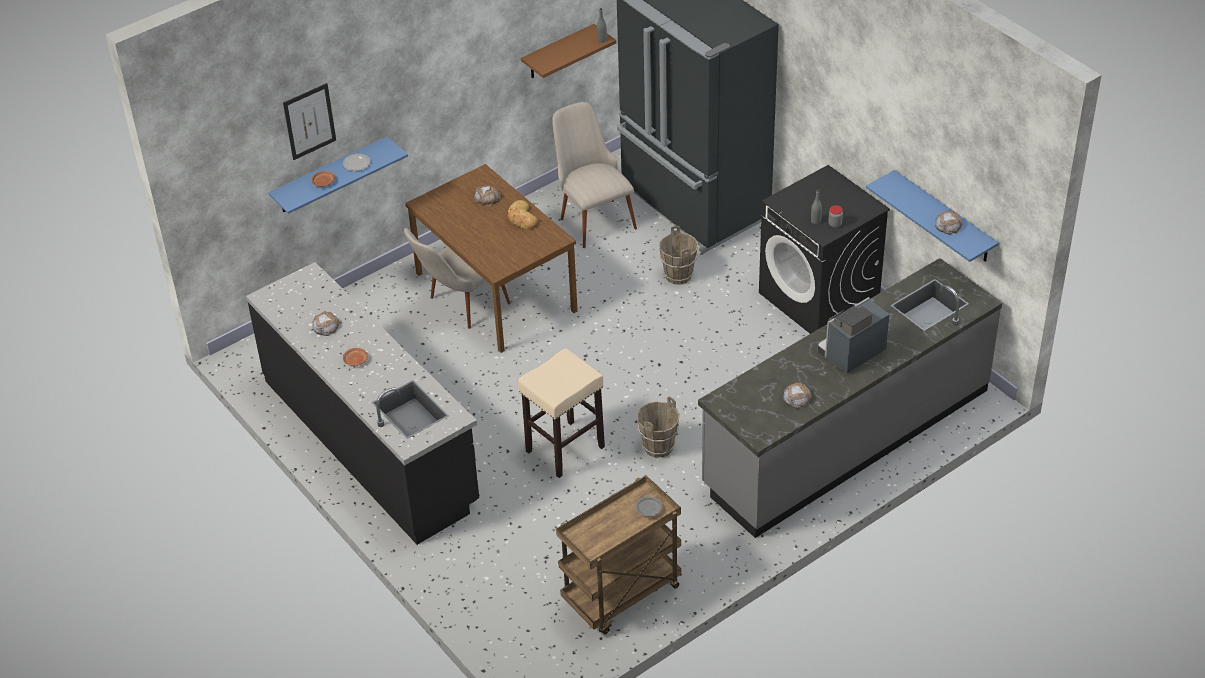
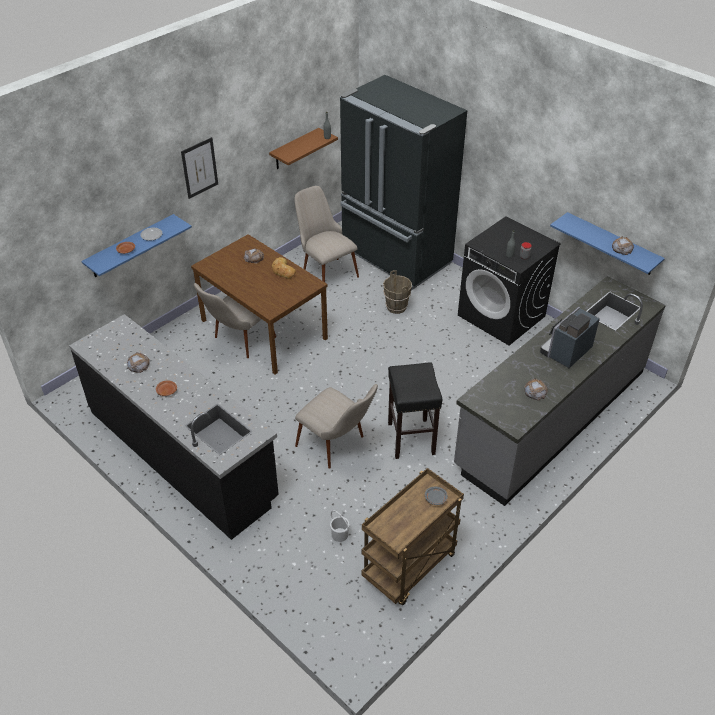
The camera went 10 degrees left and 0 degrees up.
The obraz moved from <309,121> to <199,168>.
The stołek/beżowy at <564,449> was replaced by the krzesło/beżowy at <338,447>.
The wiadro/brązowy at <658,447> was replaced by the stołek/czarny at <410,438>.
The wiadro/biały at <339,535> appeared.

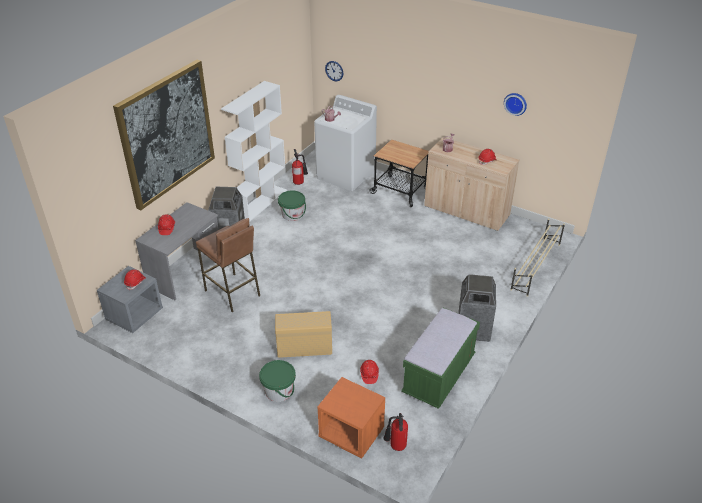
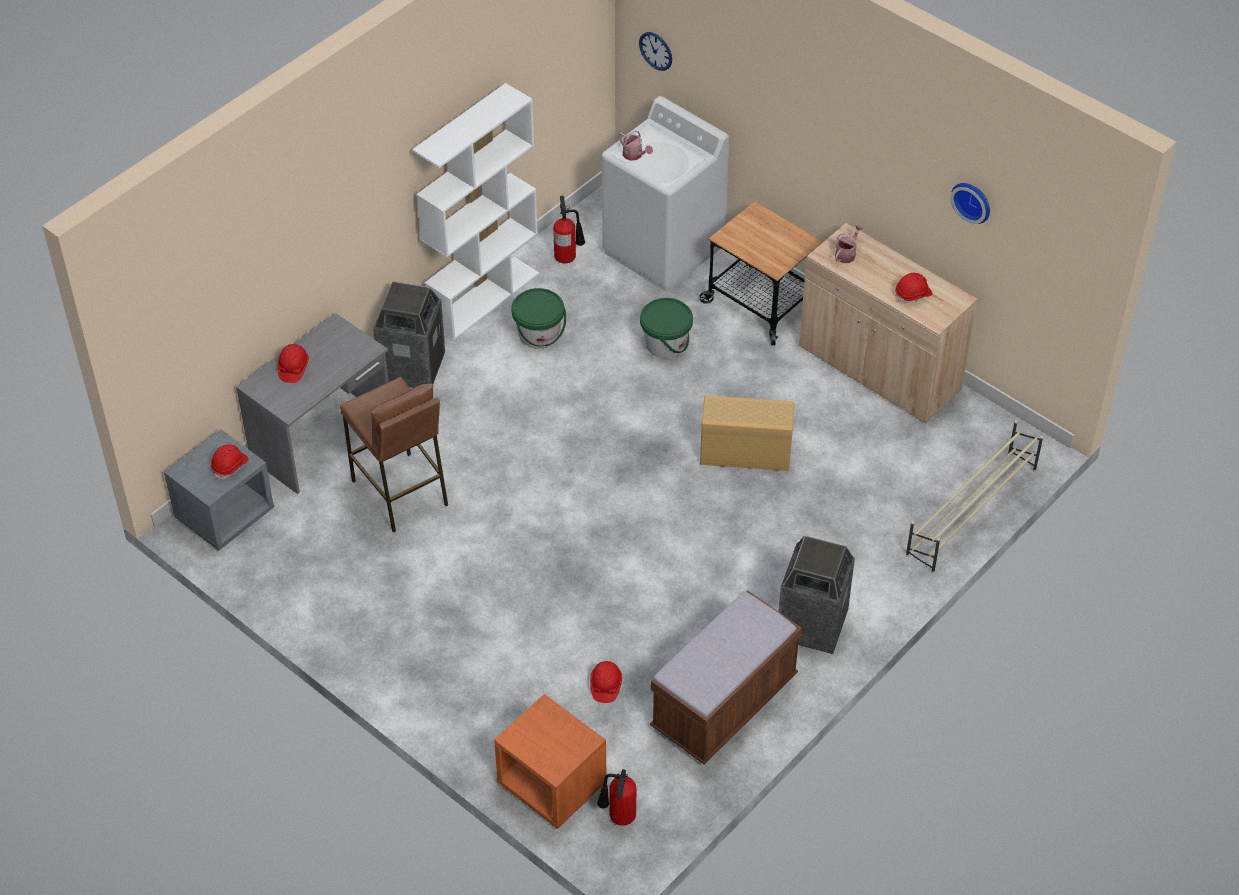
The camera went 10 degrees right and 10 degrees up.
The obraz at <166,133> disappeared.
The wiadro/zielony moved from <279,391> to <666,344>.
The pojemnik do przechowywania/beżowy moved from <303,348> to <743,454>.
The ławka/zielony at <438,375> became the ławka/brązowy at <724,704>.

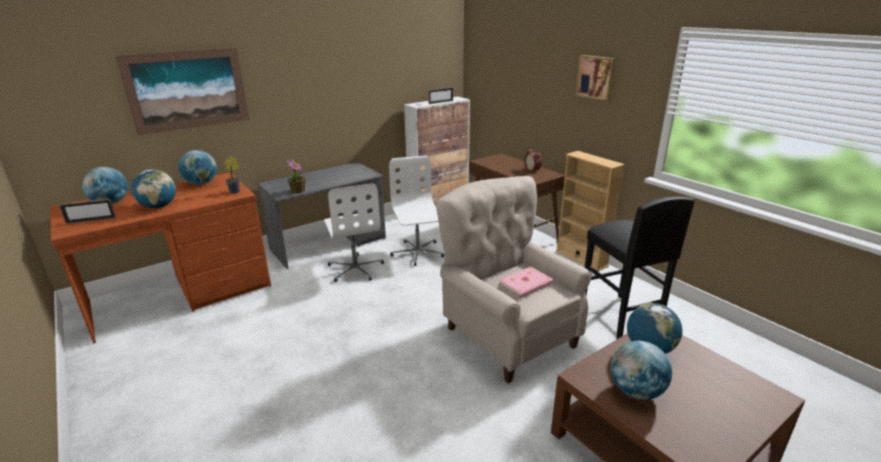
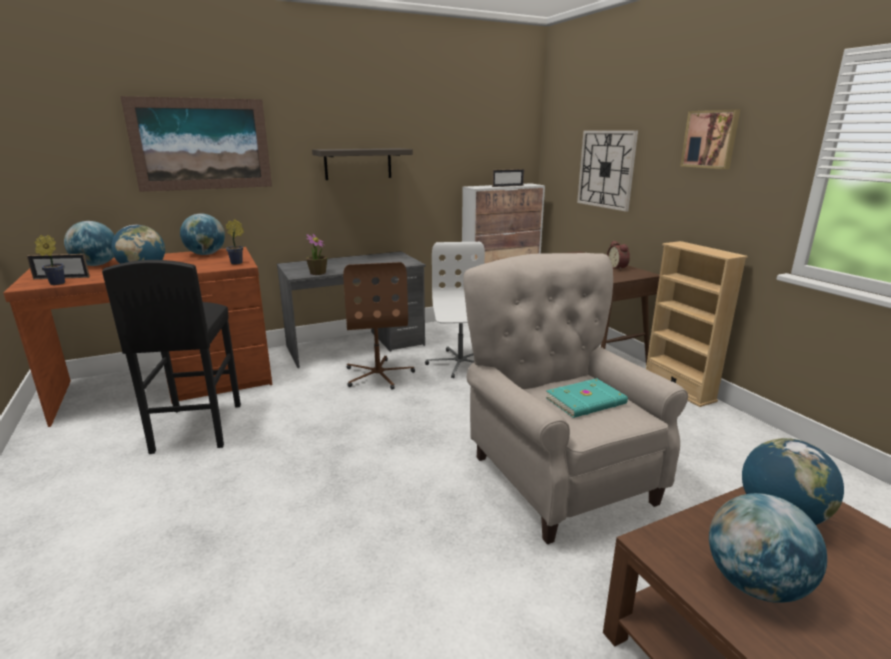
The camera went 10 degrees right and 5 degrees down.
The krzesło biurowe/biały at <355,268> became the krzesło biurowe/brązowy at <378,375>.
The książka/różowy at <526,284> became the książka/turkusowy at <587,401>.
The stołek/czarny moved from <619,317> to <197,428>.
The roślina doniczkowa at <55,284> appeared.
The półka at <358,164> appeared.
The zegar ścienny at <606,169> appeared.

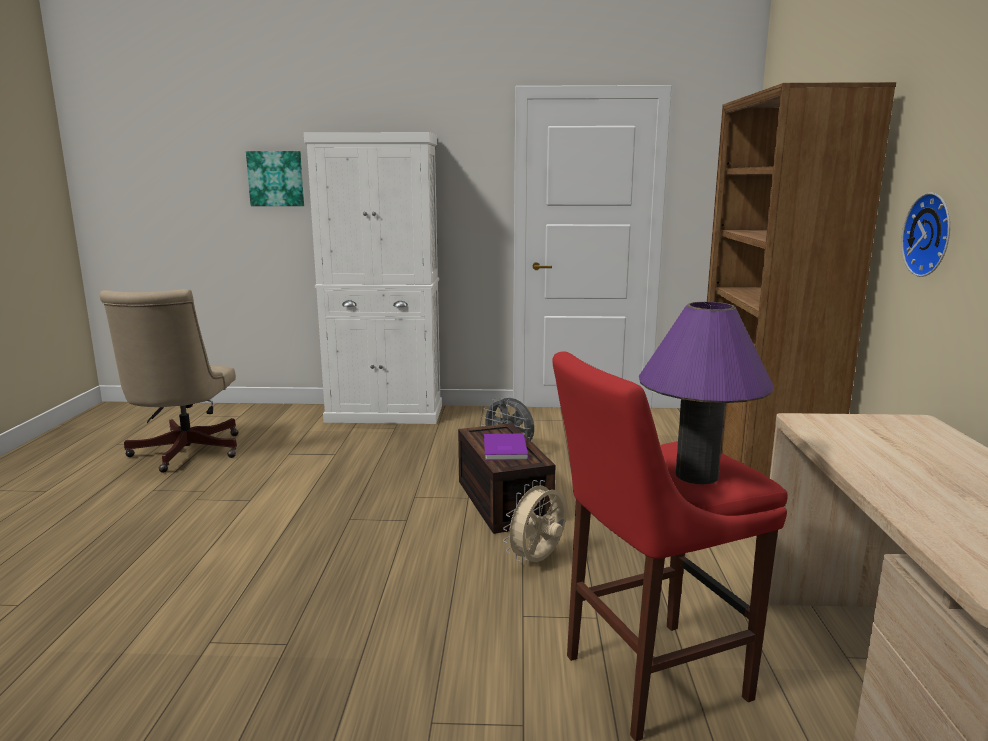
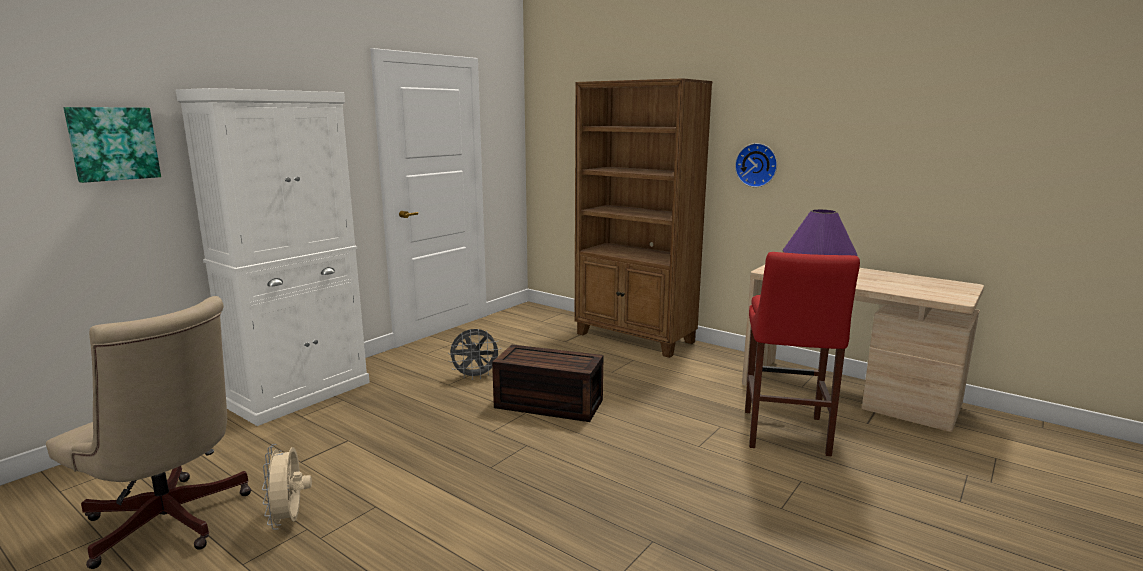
The camera went 55 degrees left and 0 degrees up.
The książka/fioletowy at <503,449> disappeared.
The wentylator/beżowy moved from <538,561> to <290,520>.

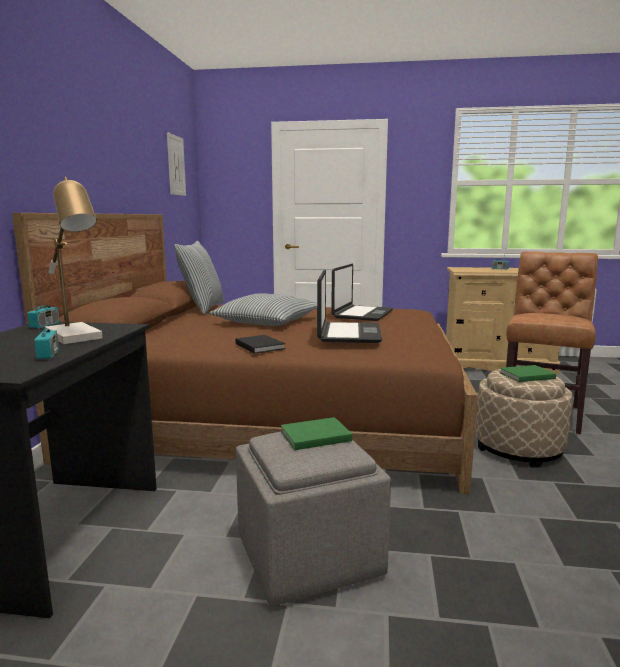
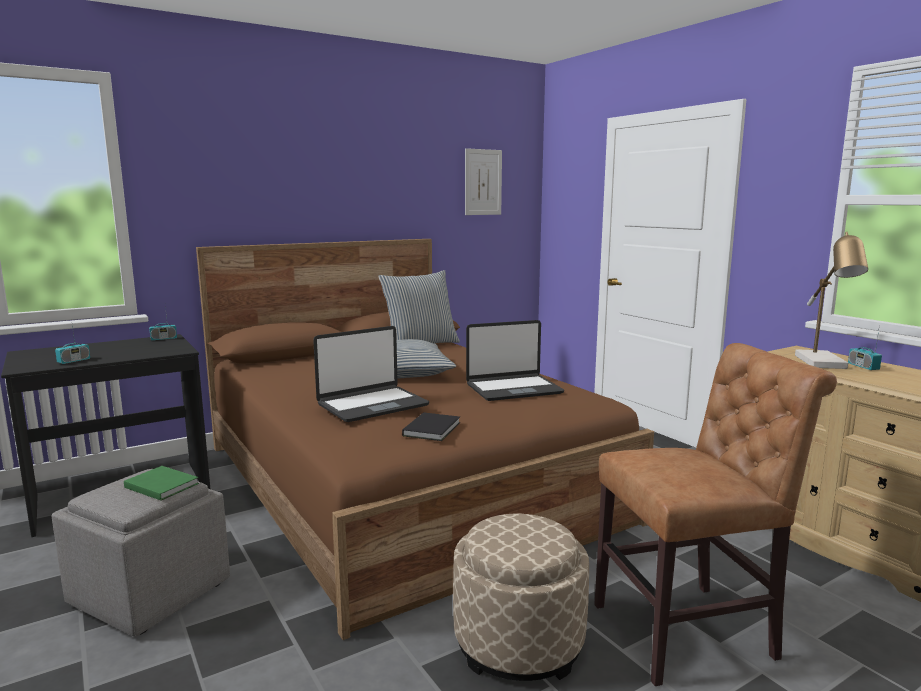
The camera went 50 degrees right and 0 degrees up.
The lampa stołowa moved from <78,337> to <824,364>.
The książka/czarny moved from <260,346> to <433,429>.
The książka/zielony at <525,375> disappeared.

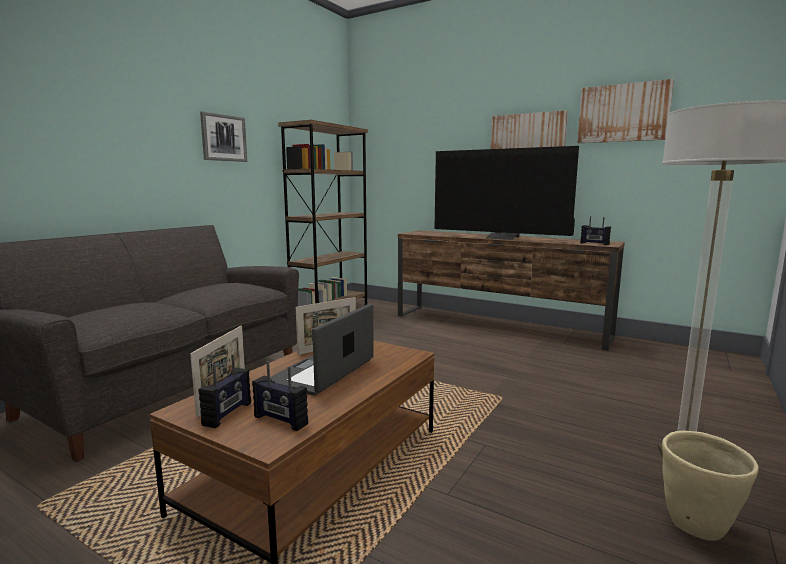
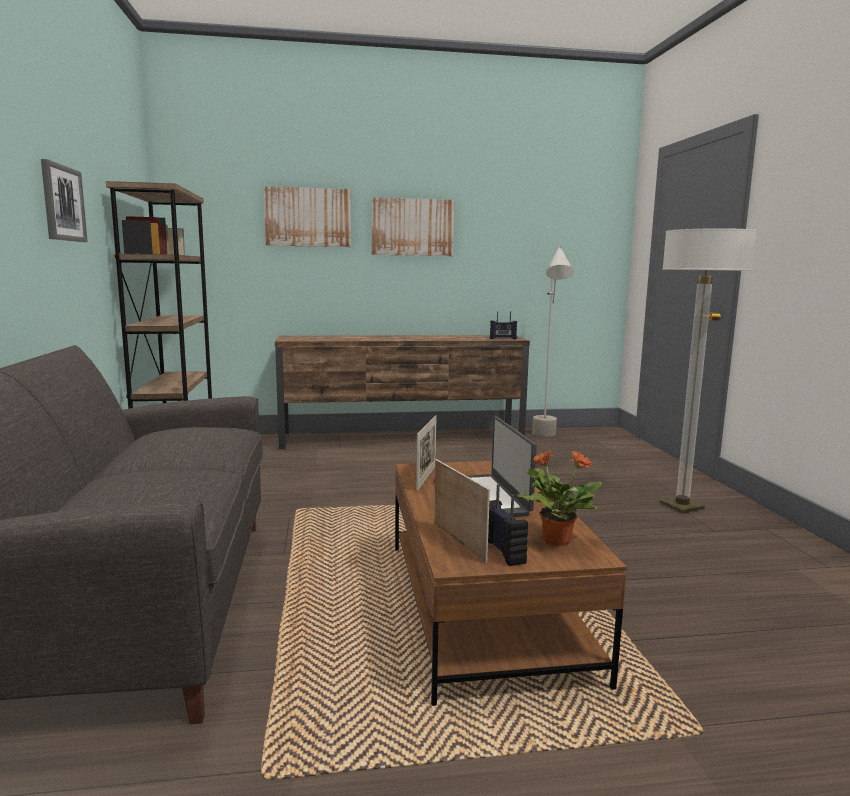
The camera went 40 degrees left and 0 degrees up.
The radio at <280,420> was replaced by the roślina doniczkowa at <555,540>.
The telewizor at <501,238> disappeared.
The obraz moved from <623,113> to <308,217>.
The donica/beżowy at <697,526> disappeared.
The lampa stojąca/szary at <546,438> appeared.

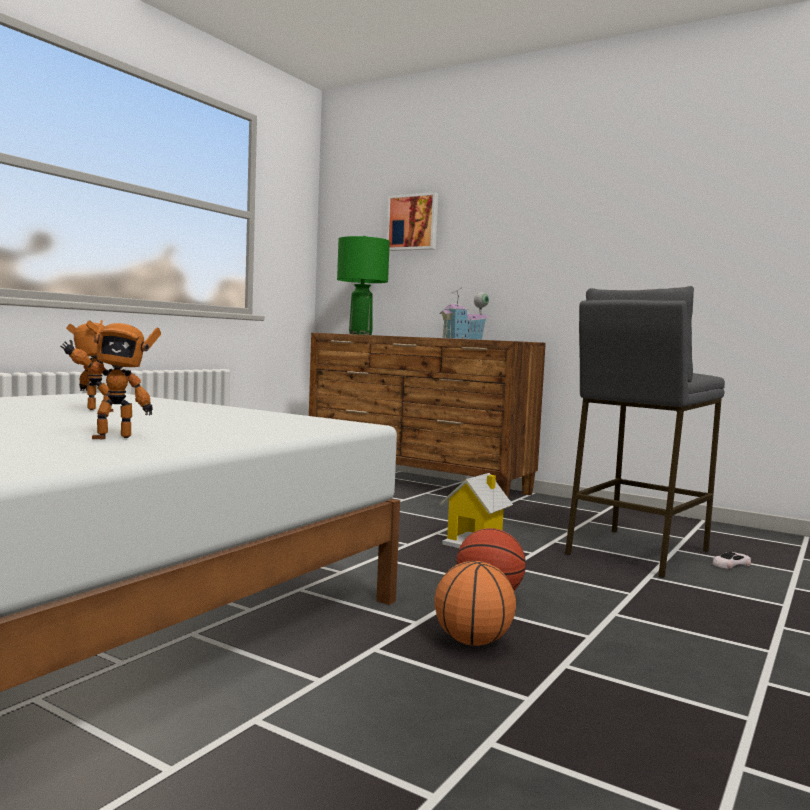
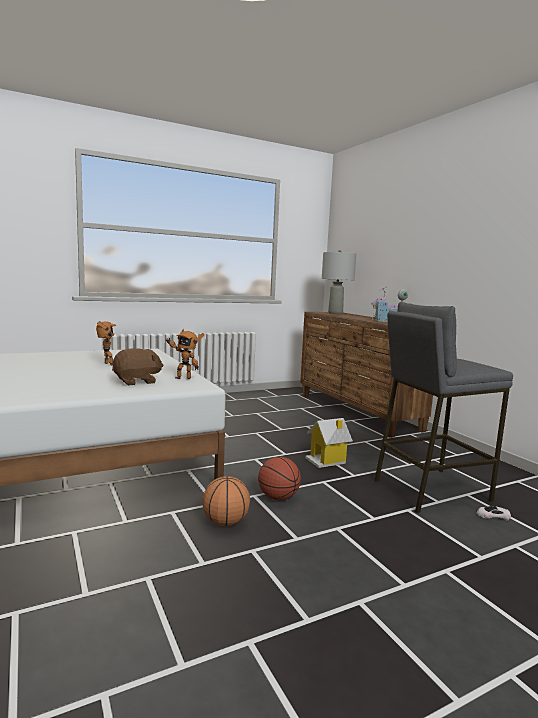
The camera went 30 degrees right and 5 degrees up.
The robot zabawkowy moved from <110,437> to <183,378>.
The lampa stołowa/zielony at <360,334> became the lampa stołowa/szary at <335,313>.
The obraz at <413,222> disappeared.
The pluszak/brązowy at <137,382> appeared.

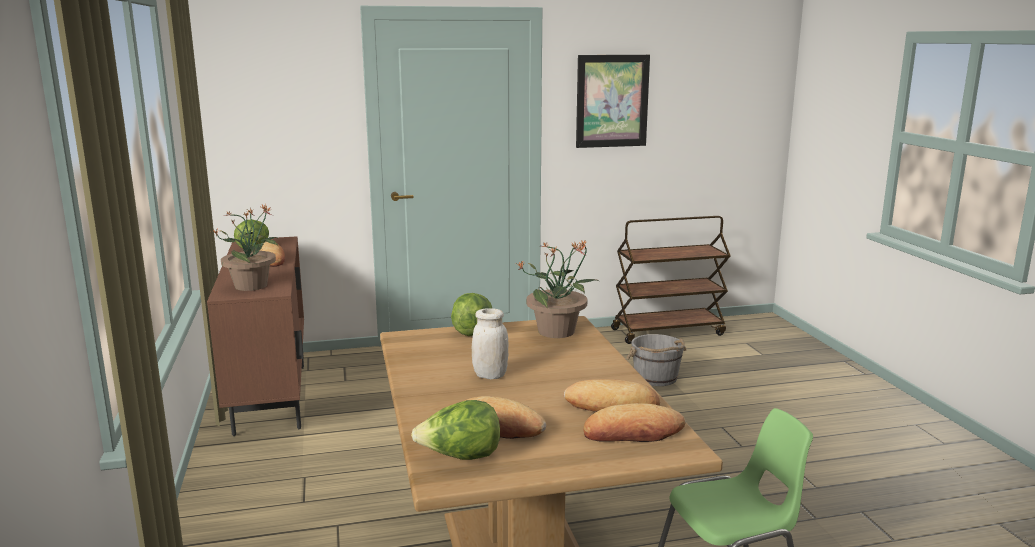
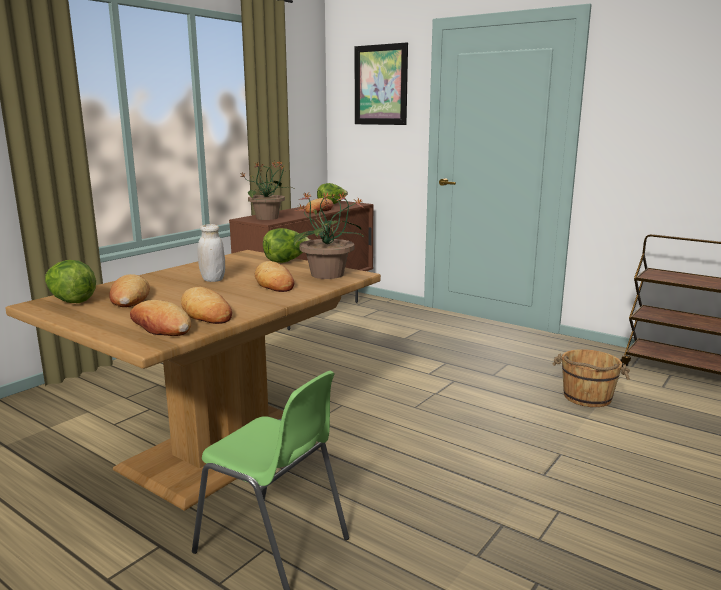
The camera went 50 degrees right and 0 degrees up.
The obraz moved from <612,101> to <380,85>.
The wiadro/szary at <656,378> became the wiadro/brązowy at <587,397>.
The chleb at <274,283> appeared.

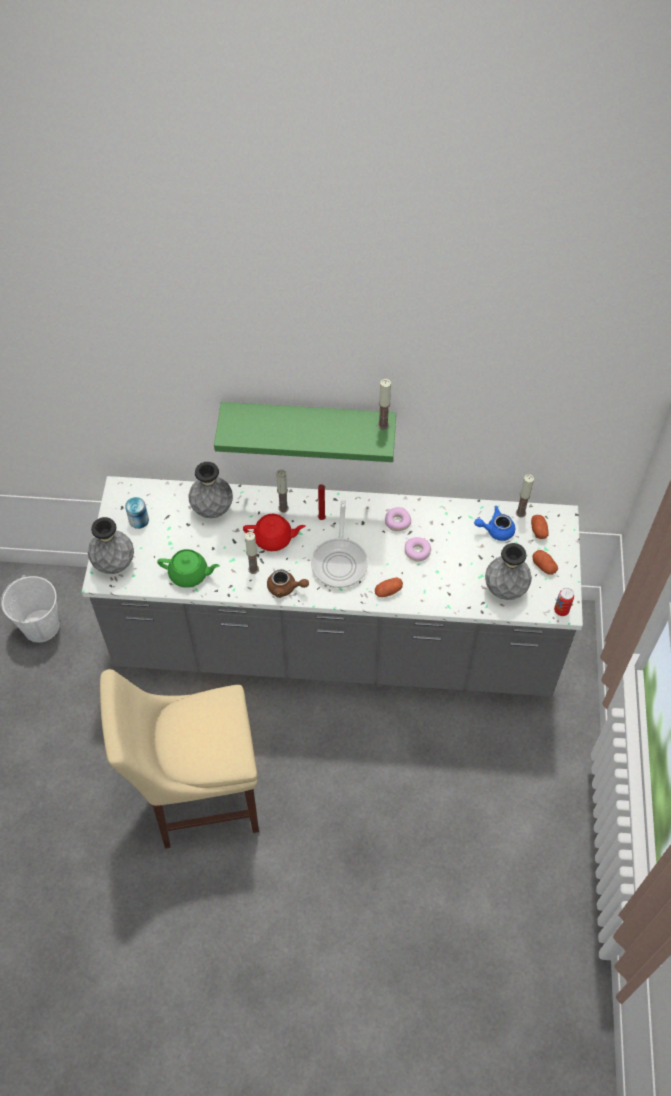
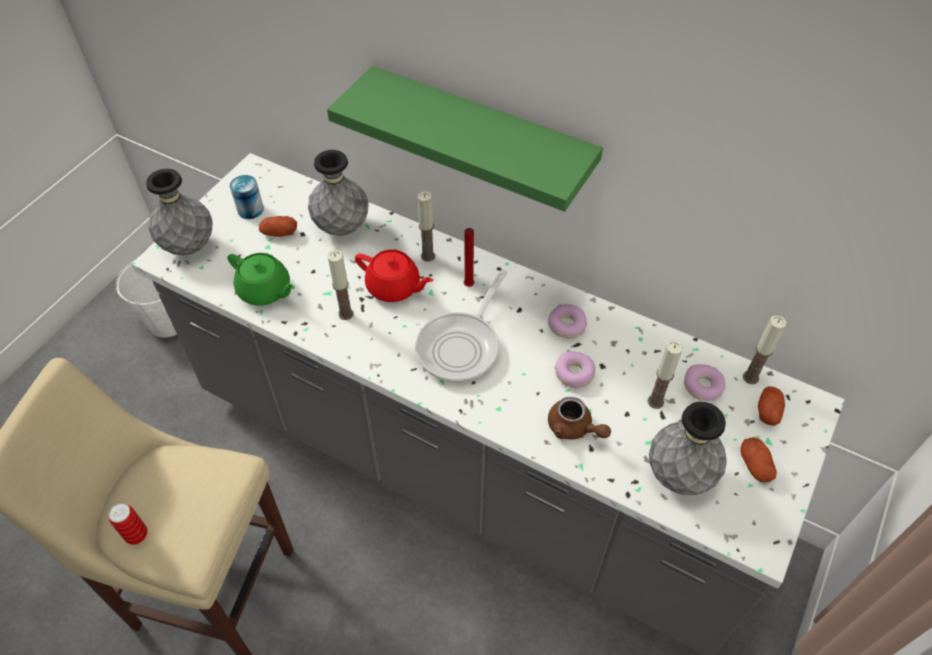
The camera went 25 degrees right and 5 degrees down.
The imbryk/brązowy moved from <285,588> to <574,428>.
The ziemniak moved from <388,591> to <279,233>.
The świeca moved from <383,424> to <655,401>.
The imbryk/niebieski at <495,530> was replaced by the donut at <702,387>.
The puszka moved from <561,610> to <136,535>.

